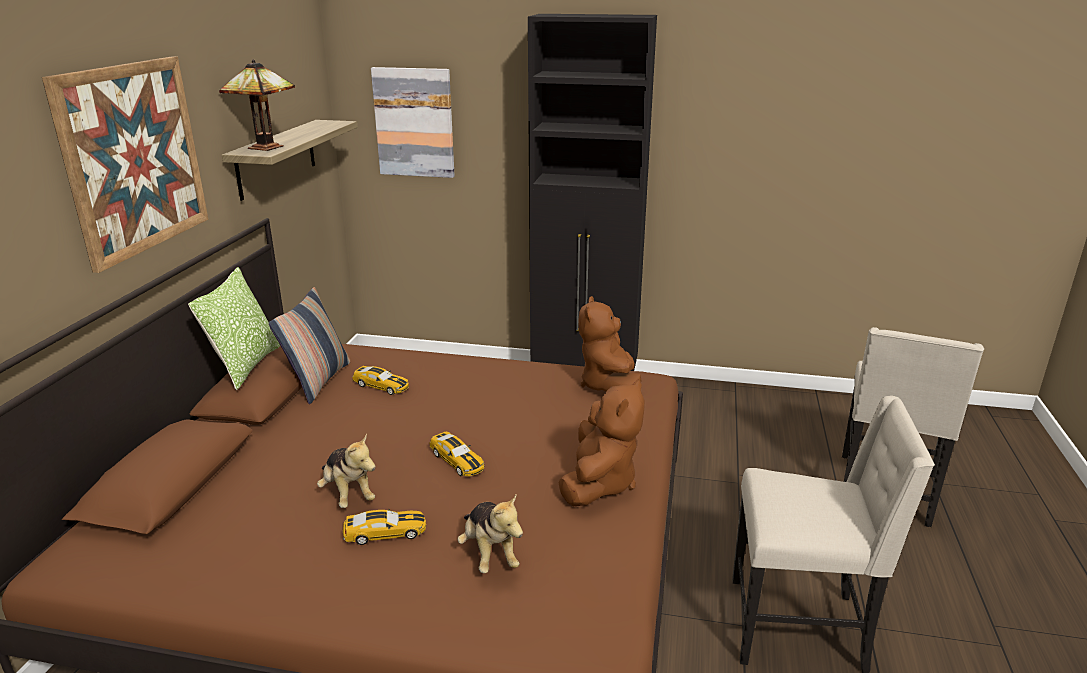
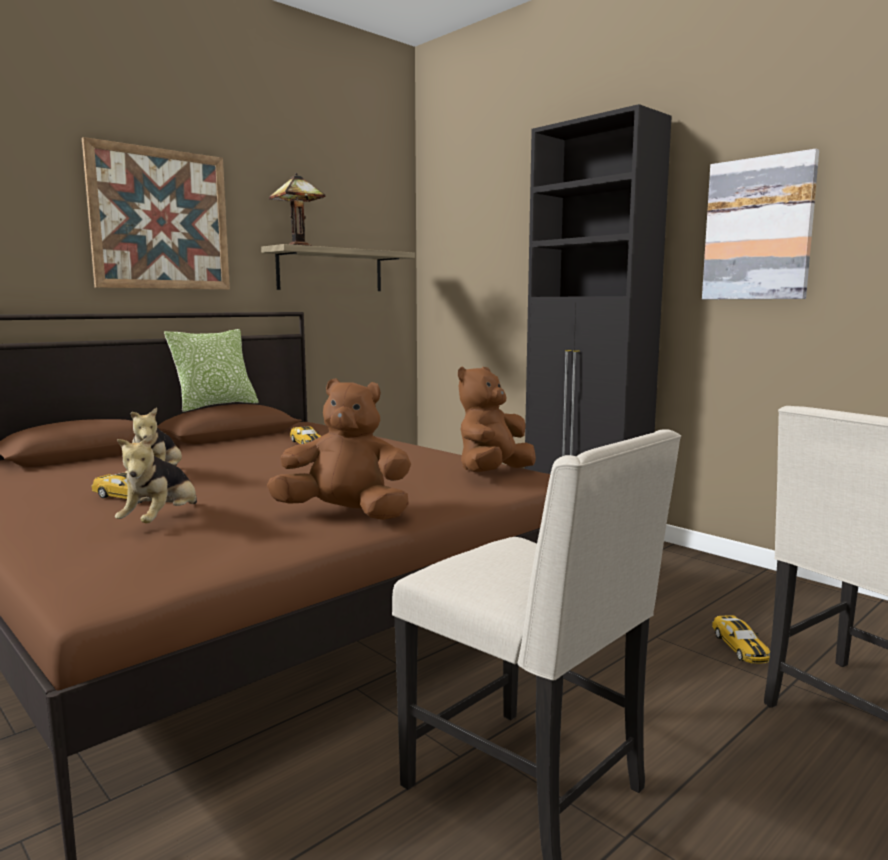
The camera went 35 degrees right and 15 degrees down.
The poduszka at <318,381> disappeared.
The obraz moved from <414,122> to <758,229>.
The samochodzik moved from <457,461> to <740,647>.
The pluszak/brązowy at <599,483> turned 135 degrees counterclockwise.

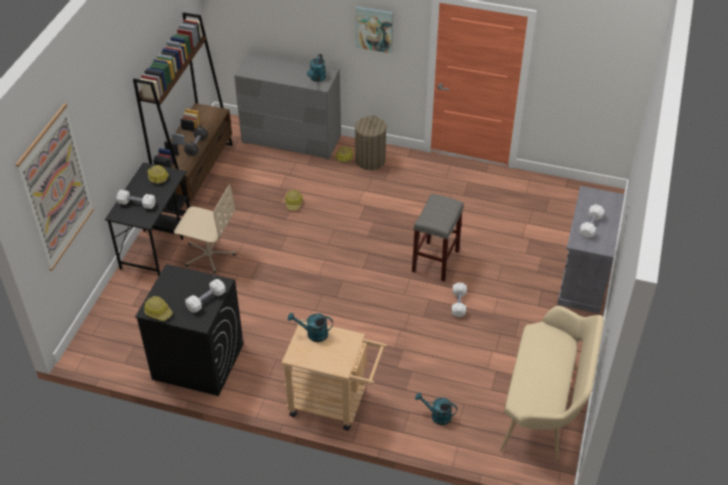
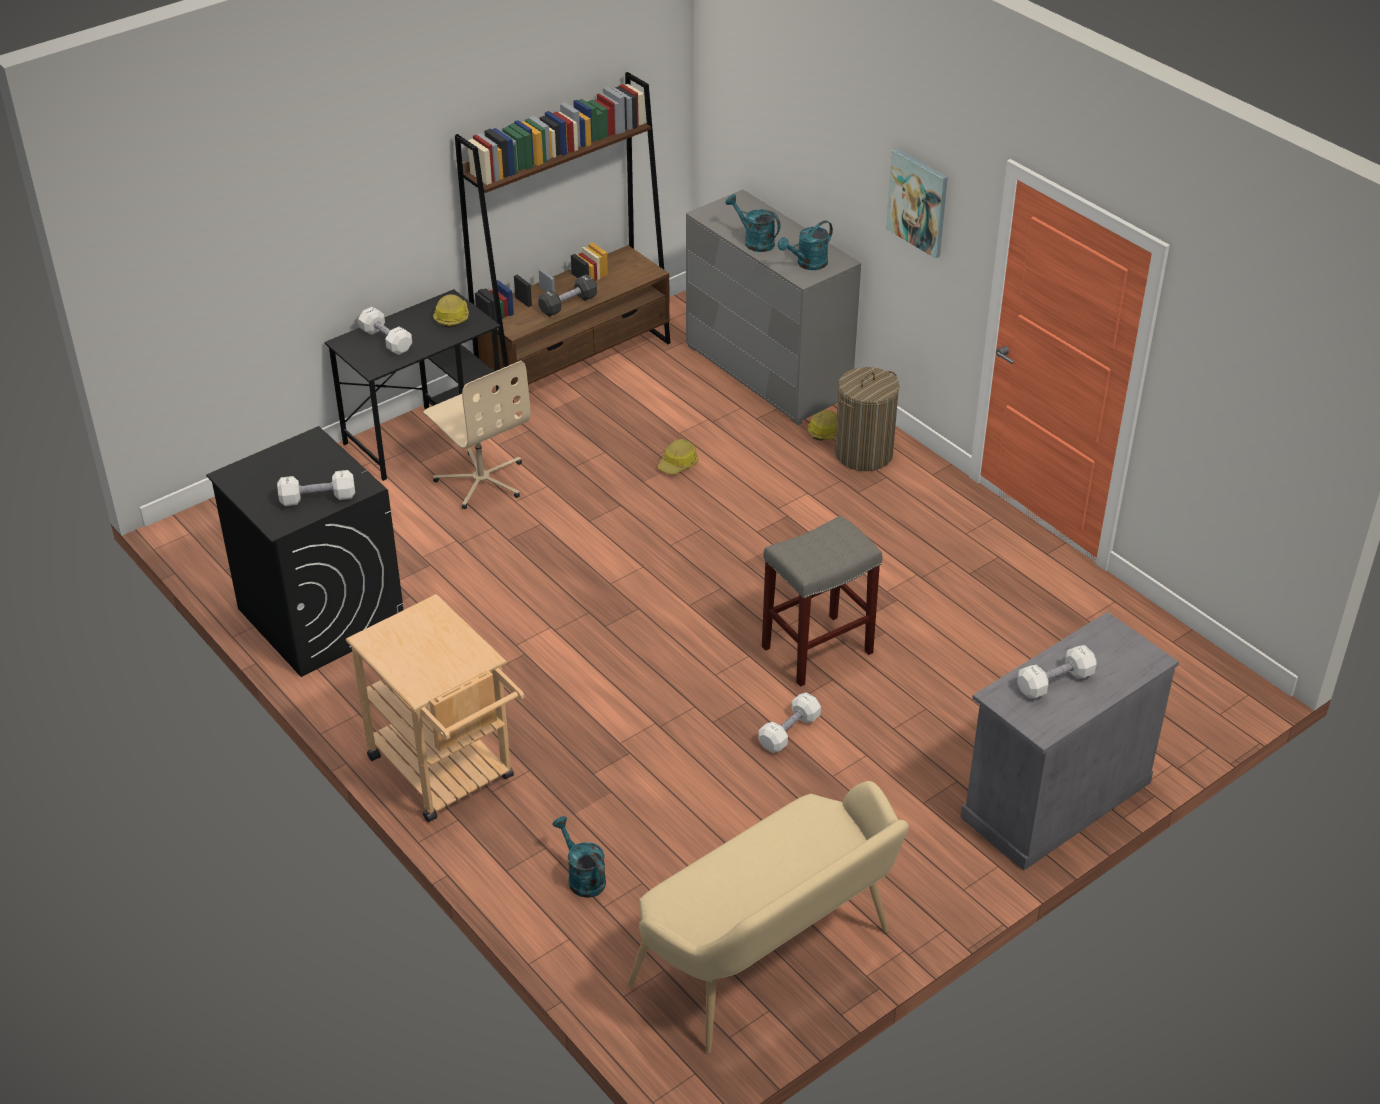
The camera went 35 degrees right and 5 degrees down.
The obraz at <56,188> disappeared.
The kask at <158,312> disappeared.
The konewka/turkusowy moved from <313,334> to <754,241>.

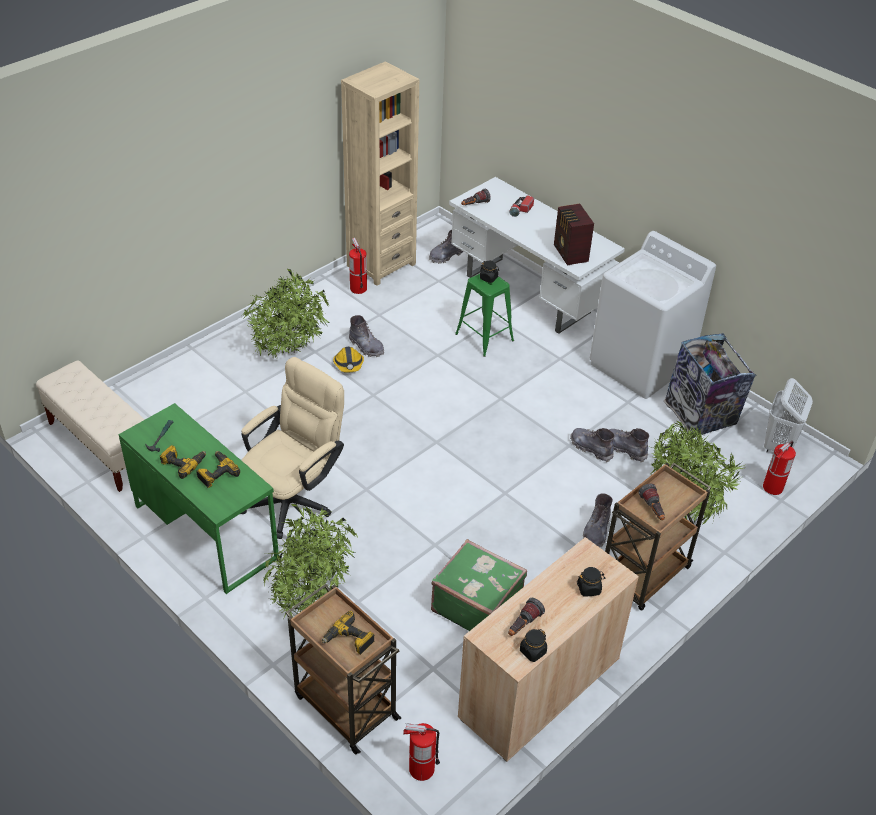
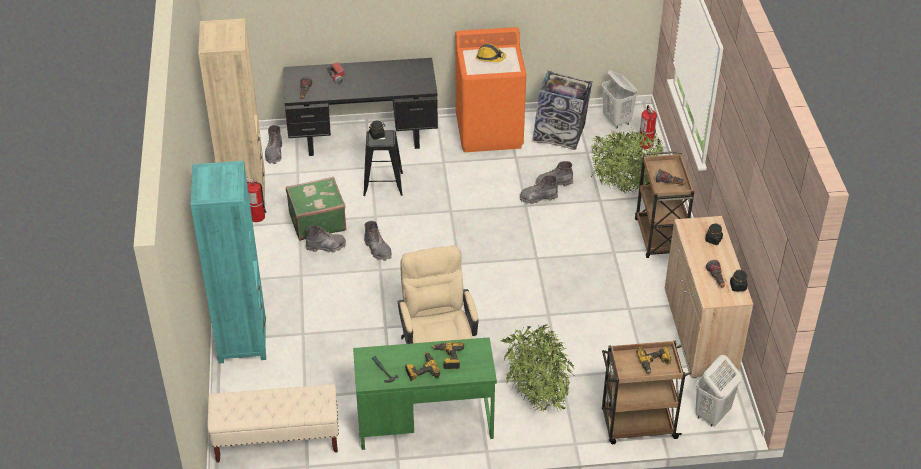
The camera went 50 degrees left and 0 degrees up.
The roślina doniczkowa at <289,350> disappeared.
The kask moved from <349,364> to <490,58>.
The gaśnica at <421,769> was replaced by the kosz na pranie/biały at <712,414>.
The walizka/zielony moved from <477,605> to <316,221>.
The biurko/biały at <528,294> became the biurko/czarny at <363,138>.
The stołek/zielony at <484,337> became the stołek/czarny at <383,184>.
The radio at <570,254> disappeared.
The but z cholewką/szary moved from <596,531> to <377,249>.
The pralka/biały at <640,365> became the pralka/pomarańczowy at <489,131>.
The regał/turkusowy at <242,341> appeared.

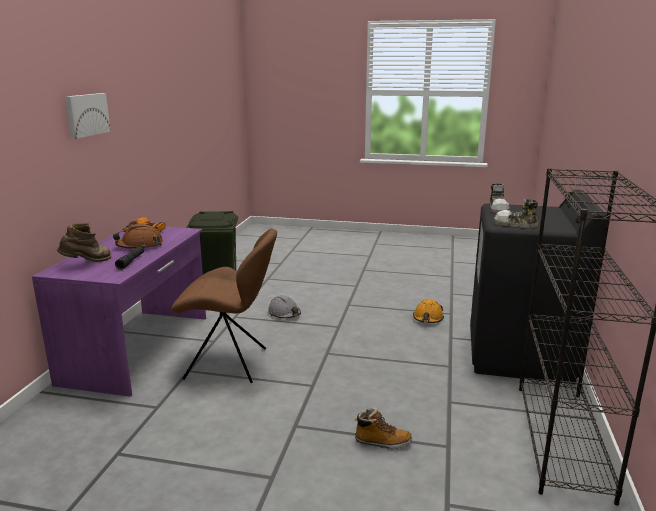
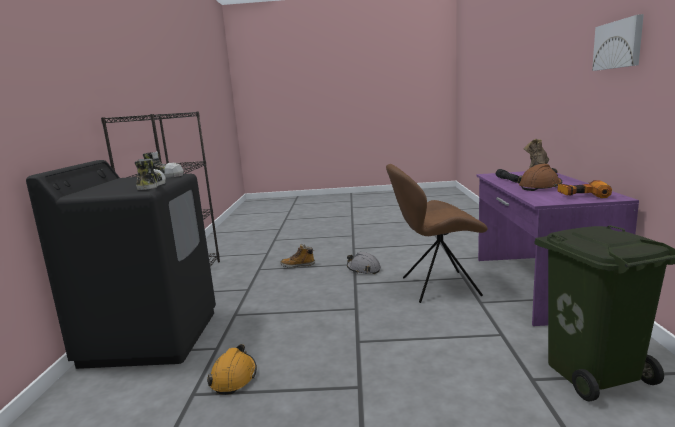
The camera went 170 degrees right and 5 degrees down.
The kask/szary moved from <284,314> to <363,269>.

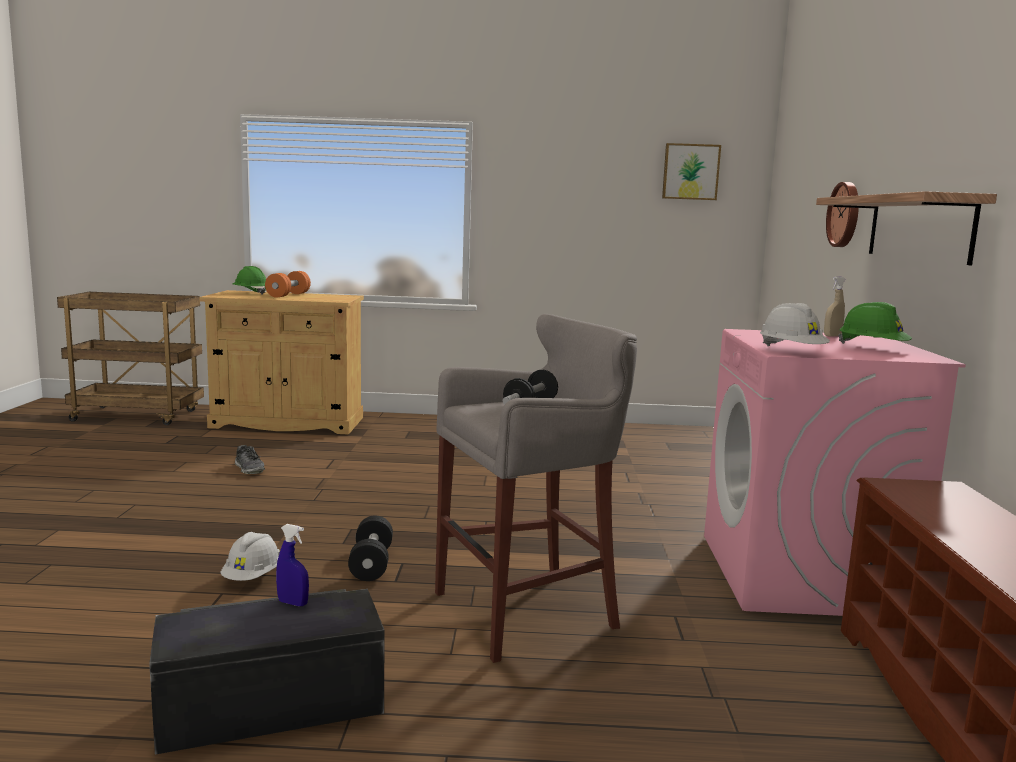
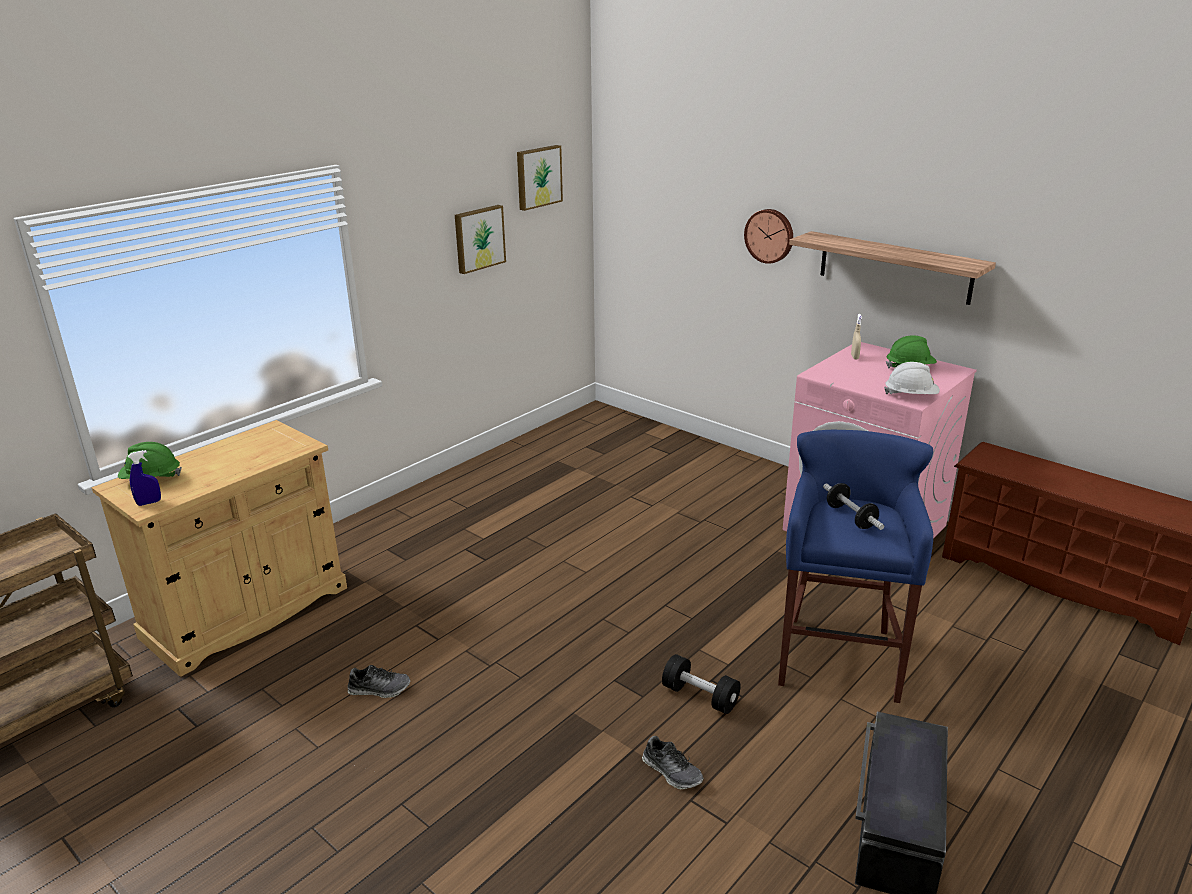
The camera went 50 degrees left and 15 degrees up.
The kask/biały at <252,577> was replaced by the but at <672,772>.
The hantel/pomarańczowy at <288,295> disappeared.
The spryskiwacz/niebieski moved from <293,603> to <149,503>.
The stołek/szary at <530,611> became the stołek/niebieski at <838,655>.
The obraz at <478,238> appeared.

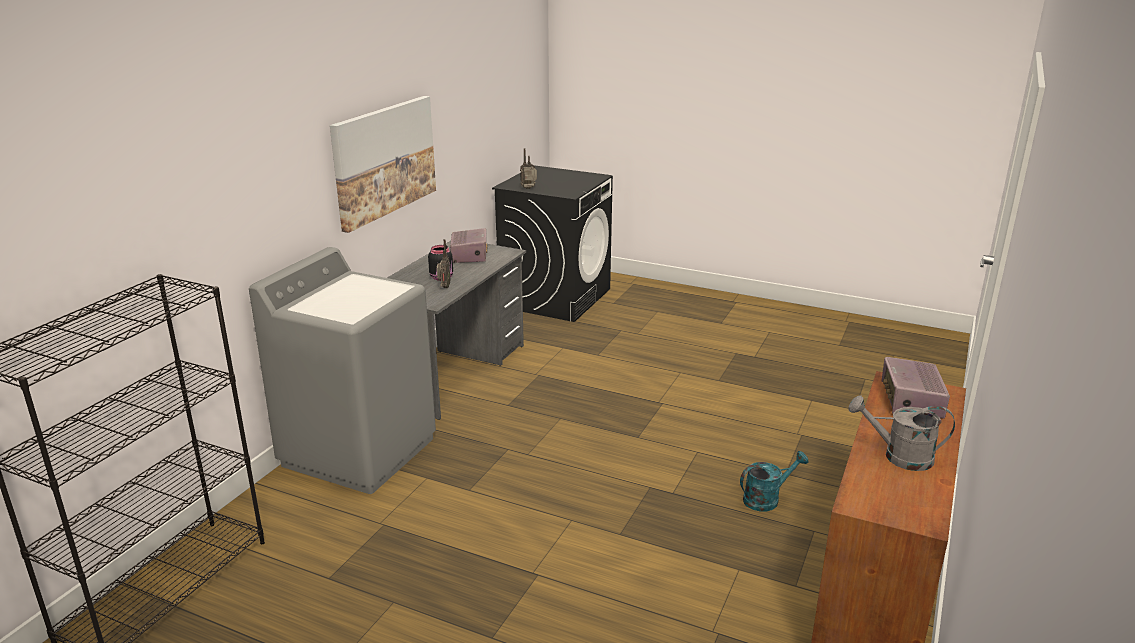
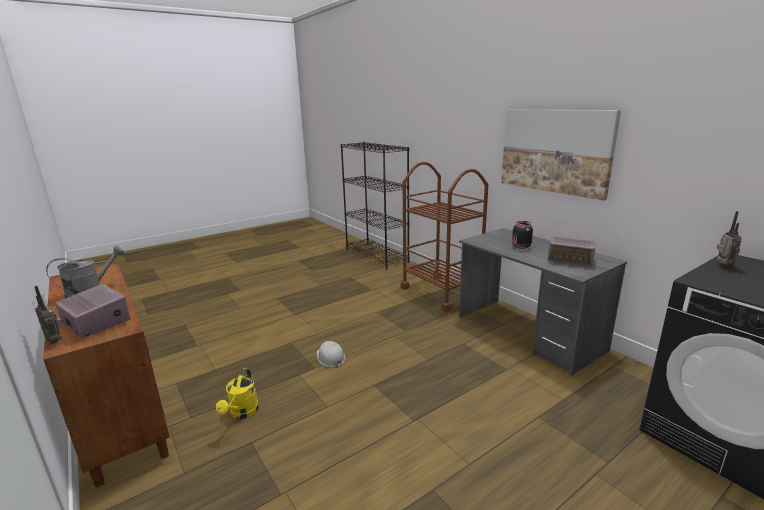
The camera went 120 degrees right and 5 degrees down.
The pralka/szary at <359,451> was replaced by the wózek/brązowy at <441,292>.
The radio moved from <444,287> to <56,340>.
The konewka/turkusowy at <766,499> became the konewka/żółty at <242,413>.
The kask/biały at <330,357> appeared.

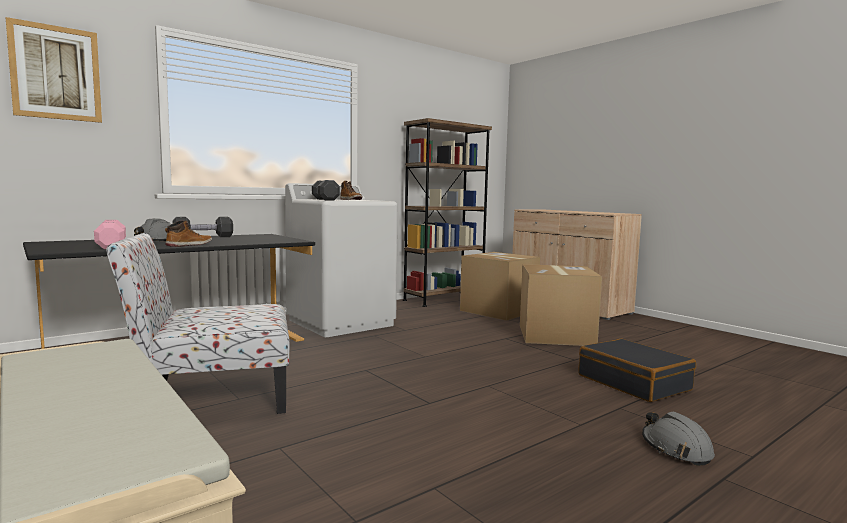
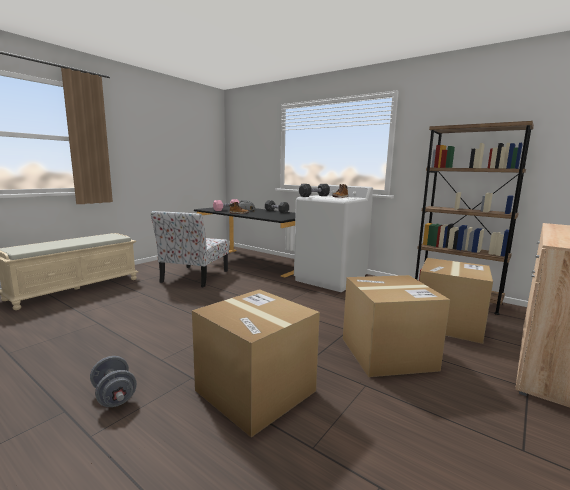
The camera went 75 degrees right and 5 degrees up.
The obraz at <56,73> disappeared.
The krzesło at <212,398> turned 135 degrees counterclockwise.
The walizka/czarny at <634,382> was replaced by the karton at <255,391>.
The kask/szary at <676,449> was replaced by the hantel/szary at <114,396>.

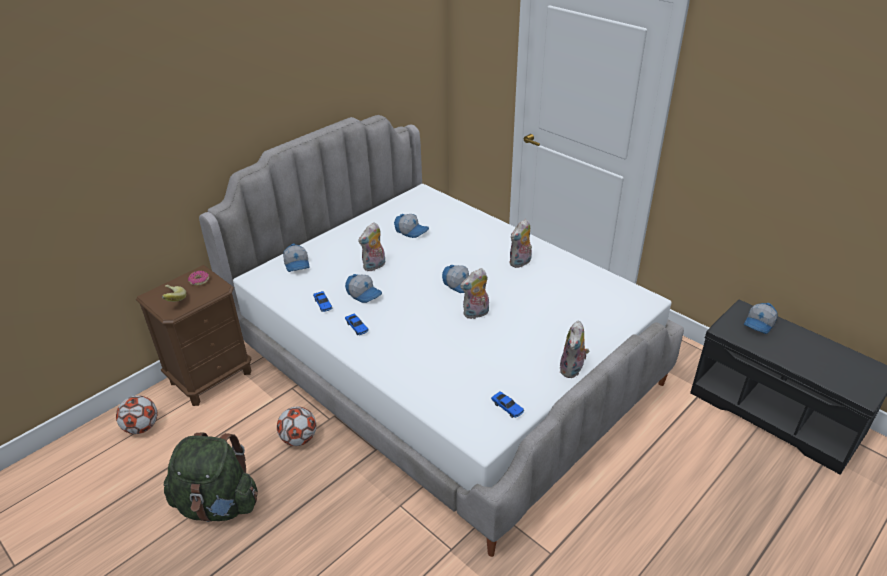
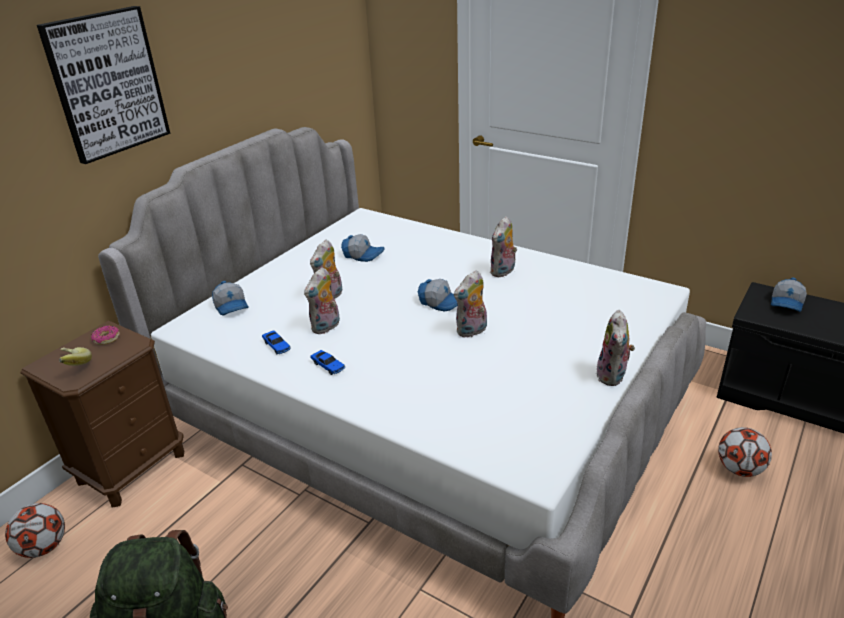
The camera went 10 degrees left and 5 degrees down.
The piłka futbolowa moved from <299,439> to <739,469>.
The czapka z daszkiem at <364,293> was replaced by the pluszak at <326,327>.
The samochodzik at <507,407> disappeared.
The obraz at <107,84> appeared.

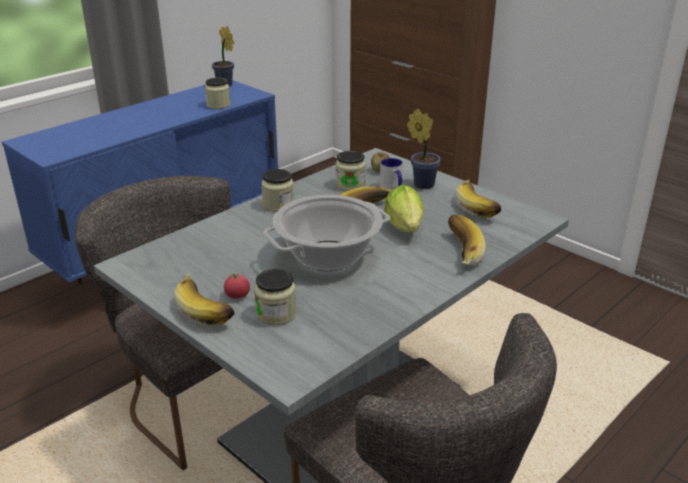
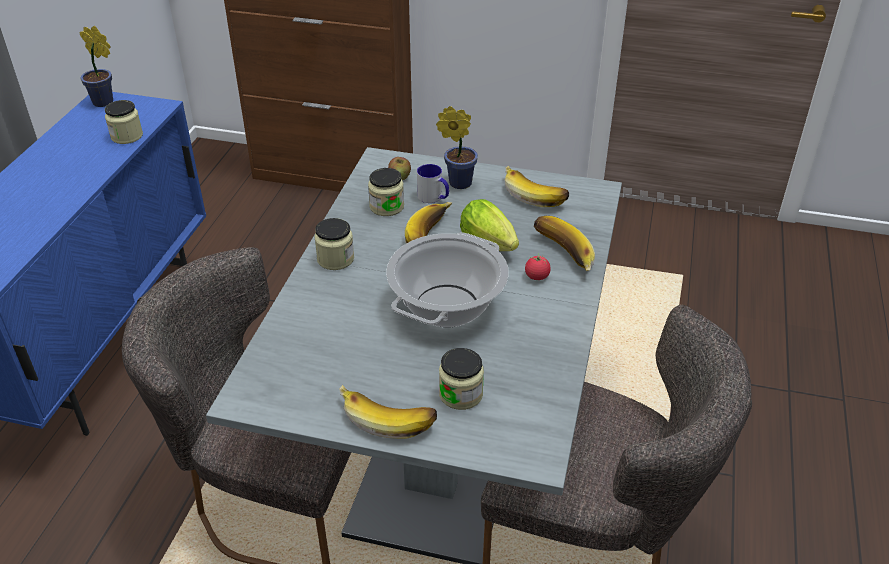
The camera went 30 degrees left and 10 degrees up.
The pomidor moved from <237,295> to <537,276>.

